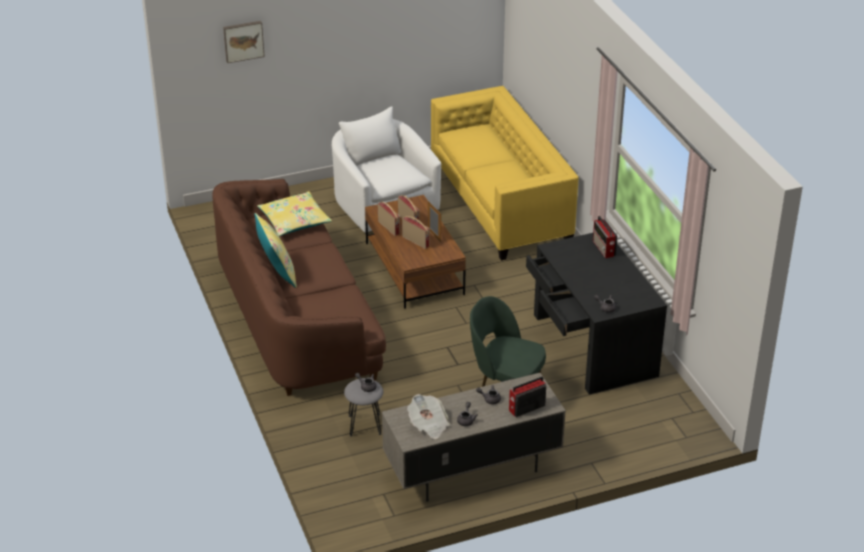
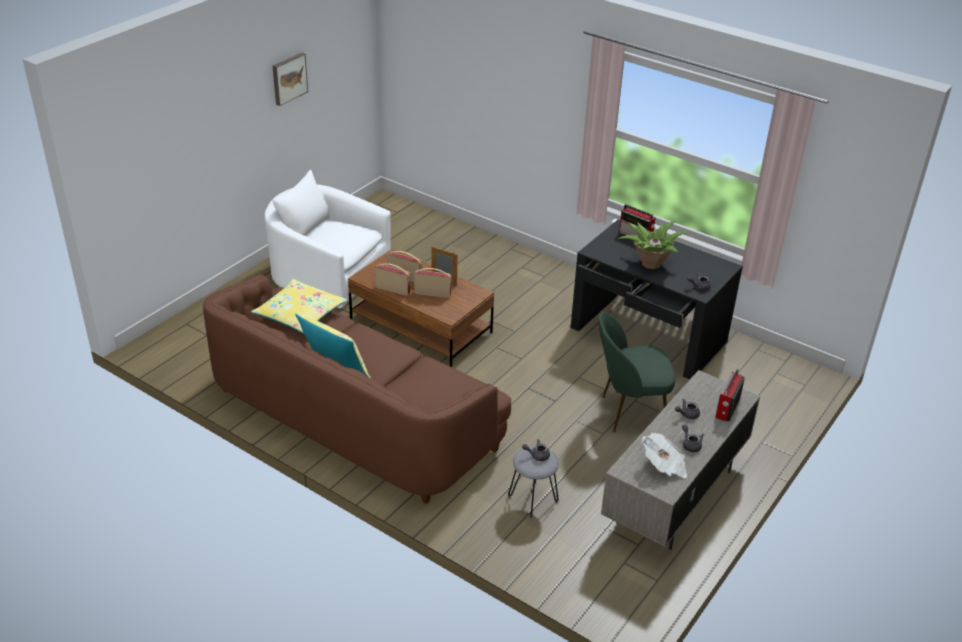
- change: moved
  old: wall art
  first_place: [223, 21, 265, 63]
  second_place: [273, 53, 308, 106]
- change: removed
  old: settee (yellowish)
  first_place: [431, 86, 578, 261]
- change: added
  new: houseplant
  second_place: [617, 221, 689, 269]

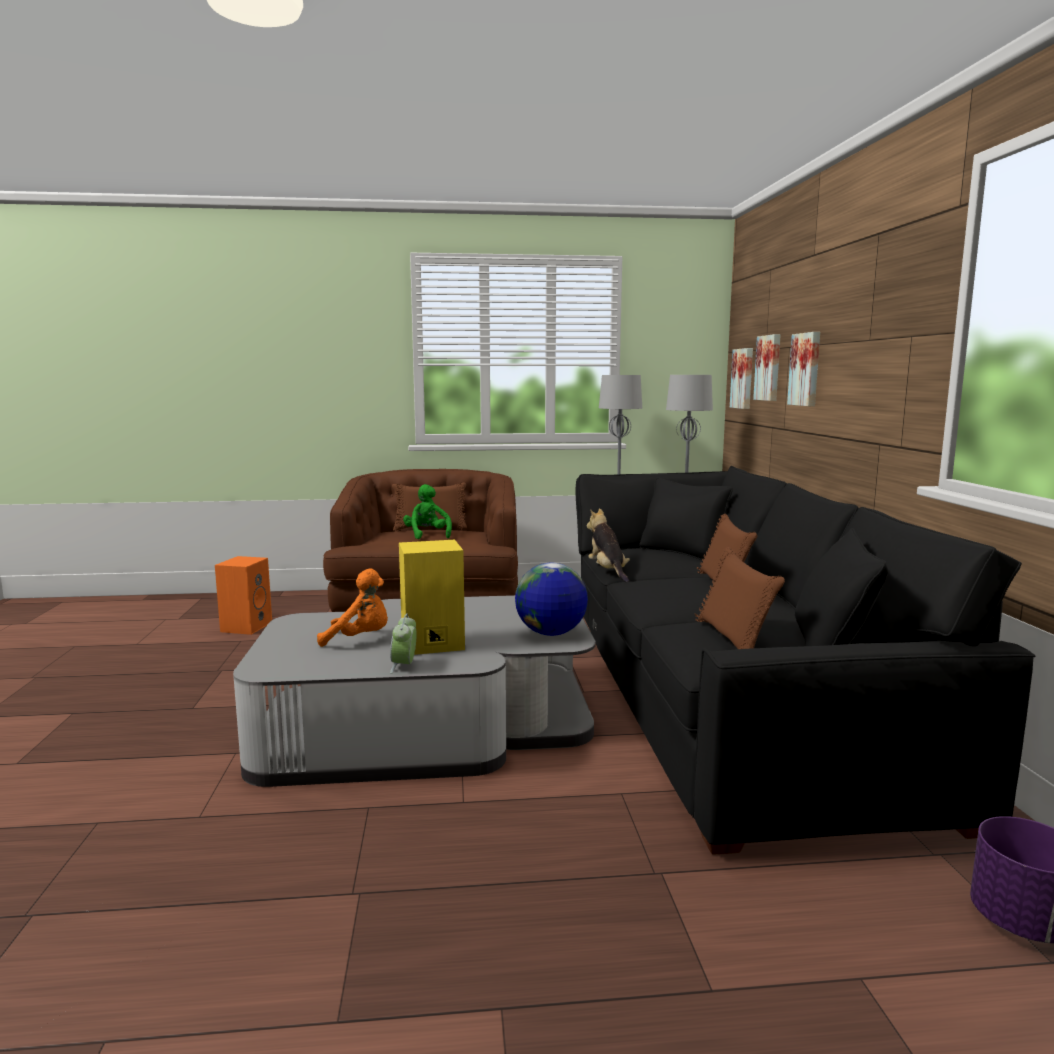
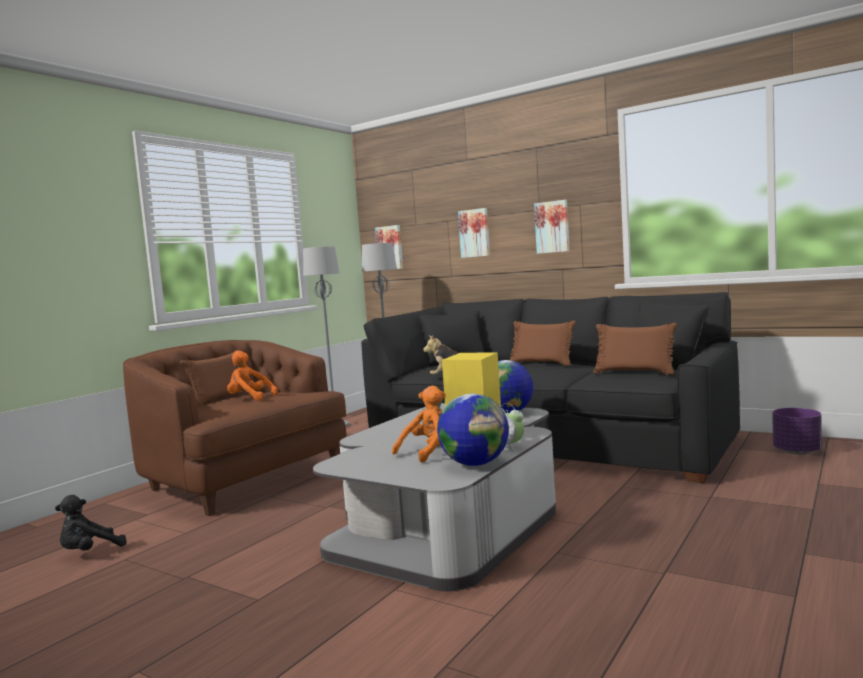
- change: replaced
  old: audio speaker (orange-coloured)
  new: soft toy (black)
  first_place: [215, 556, 272, 635]
  second_place: [55, 495, 127, 551]
- change: recoloured
  old: soft toy (greenish)
  new: soft toy (orange-coloured)
  first_place: [403, 484, 452, 539]
  second_place: [227, 351, 278, 401]
- change: moved
  old: wall art
  first_place: [753, 334, 781, 401]
  second_place: [534, 200, 570, 254]
- change: added
  new: desk globe
  second_place: [437, 394, 509, 466]

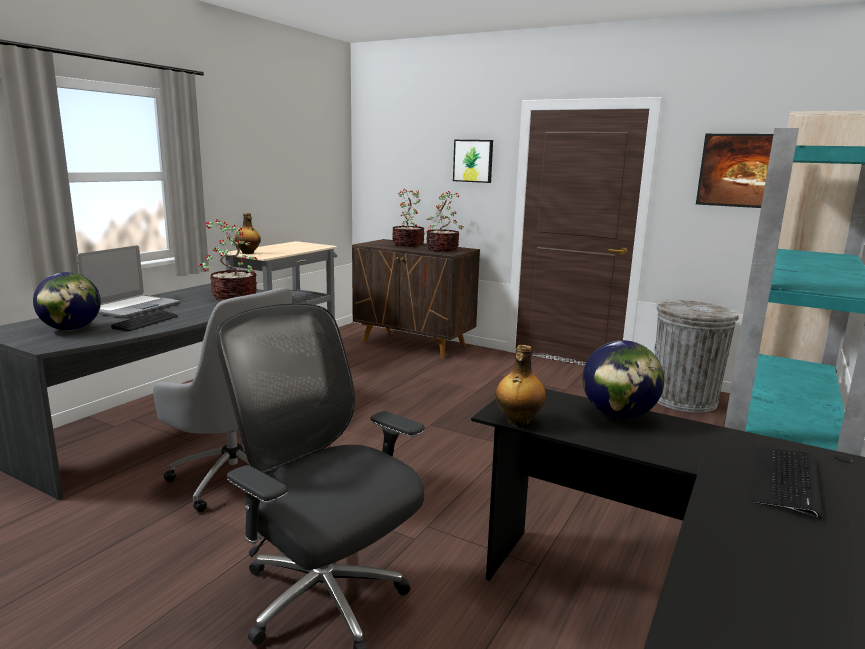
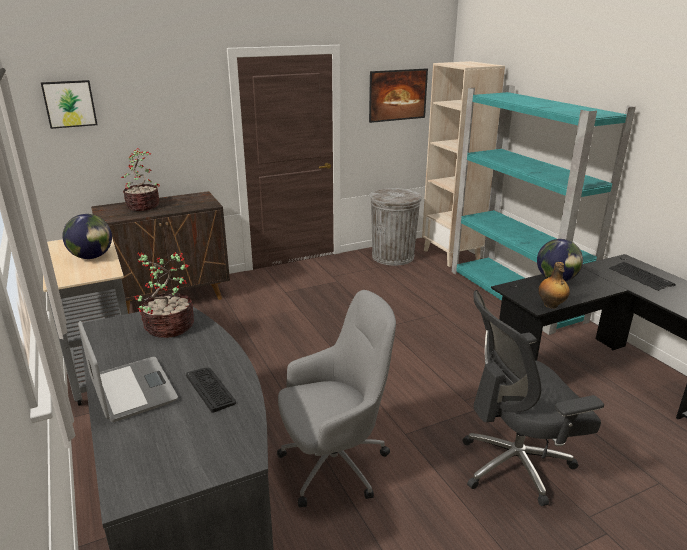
- change: moved
  old: desk globe
  first_place: [33, 272, 101, 331]
  second_place: [63, 214, 112, 259]
- change: removed
  old: bottle
  first_place: [235, 213, 261, 254]
- change: removed
  old: houseplant
  first_place: [426, 191, 463, 252]
- change: moved
  old: wall art
  first_place: [453, 140, 493, 183]
  second_place: [41, 80, 97, 129]

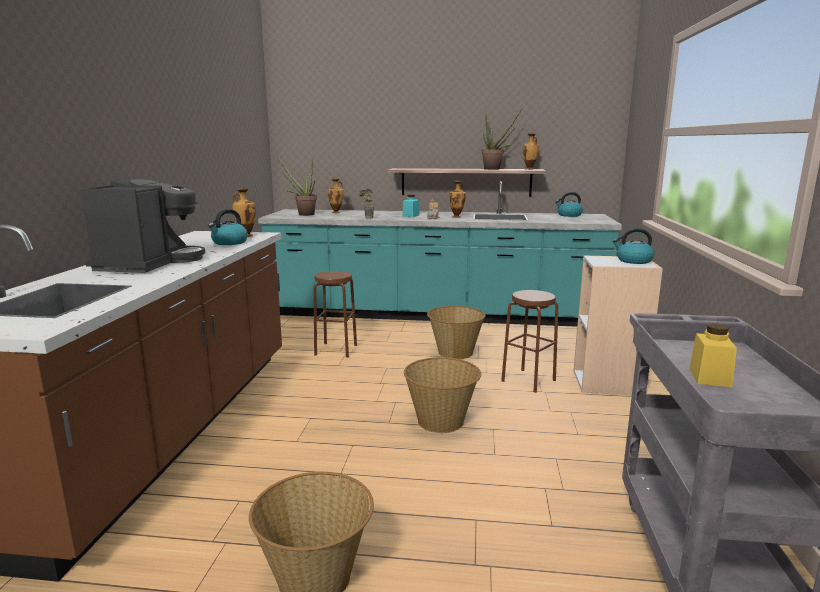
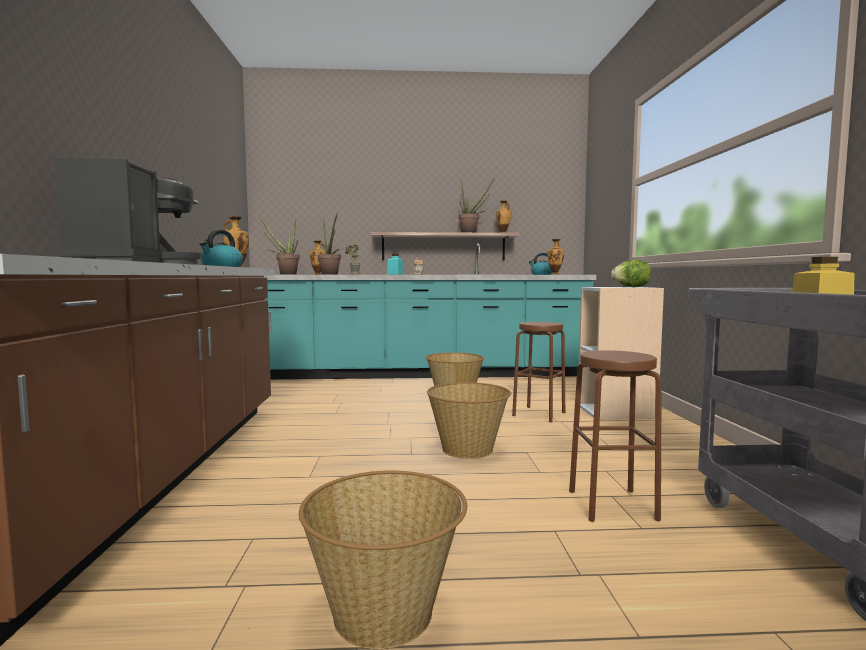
- change: moved
  old: sitting stool (brownish)
  first_place: [313, 271, 357, 357]
  second_place: [569, 350, 662, 522]
- change: moved
  old: flower vase
  first_place: [449, 181, 466, 218]
  second_place: [548, 239, 564, 275]
- change: replaced
  old: water kettle
  new: head of lettuce
  first_place: [613, 228, 654, 264]
  second_place: [611, 260, 651, 287]
- change: added
  new: houseplant
  second_place: [318, 212, 341, 275]

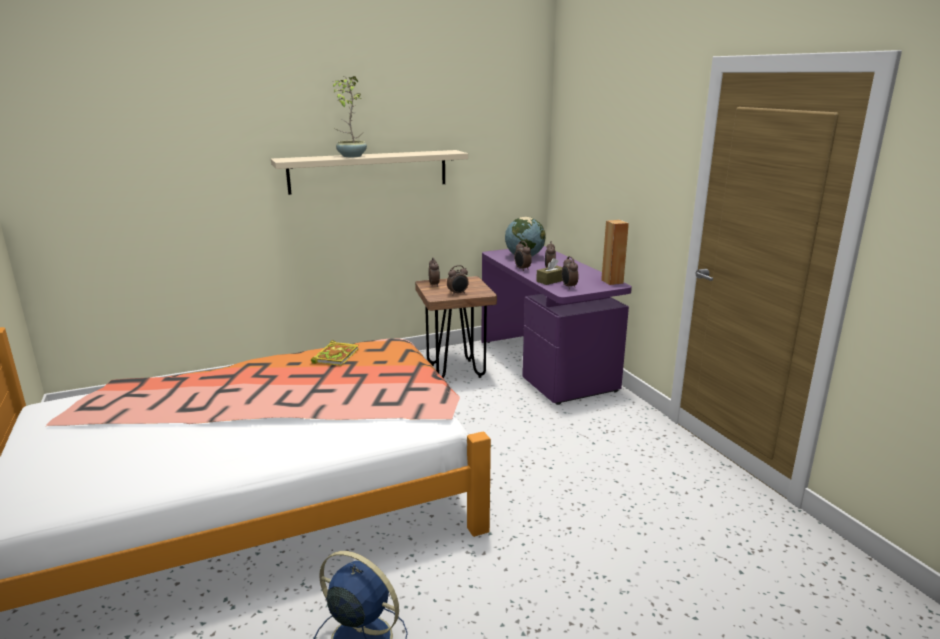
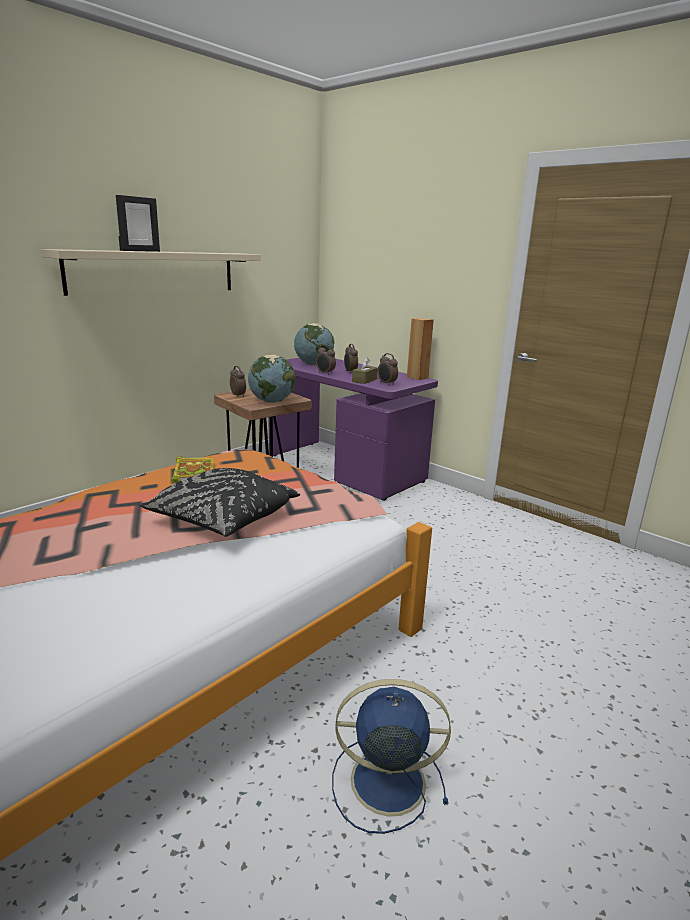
- change: replaced
  old: houseplant
  new: photo frame
  first_place: [333, 76, 367, 157]
  second_place: [116, 195, 160, 252]
- change: replaced
  old: bedside clock
  new: desk globe
  first_place: [447, 265, 469, 295]
  second_place: [248, 355, 296, 403]
- change: added
  new: throw pillow (black)
  second_place: [139, 468, 300, 537]

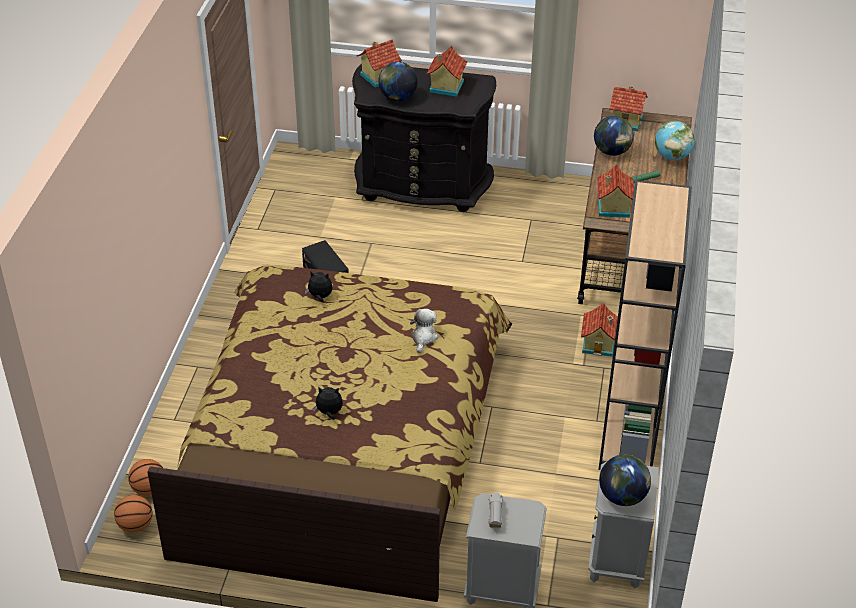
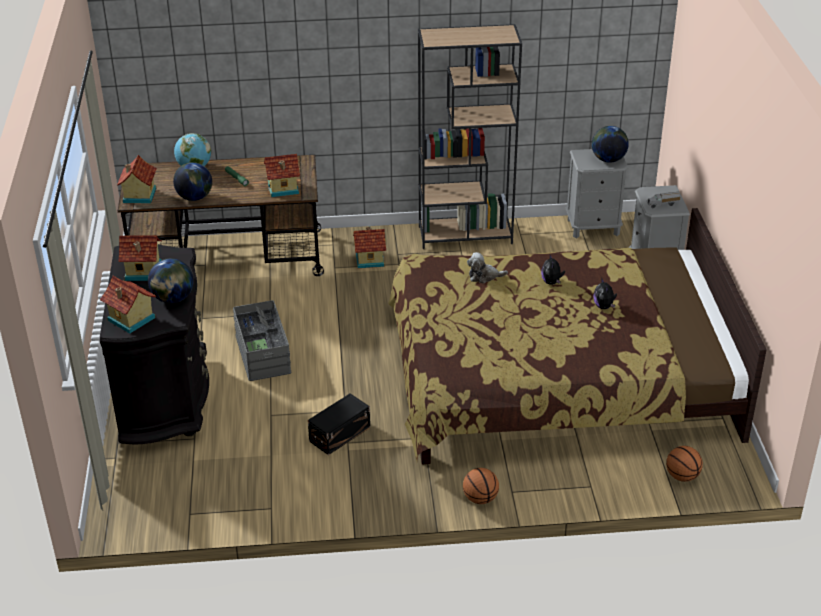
- change: moved
  old: basketball
  first_place: [114, 495, 152, 533]
  second_place: [463, 468, 499, 504]
- change: moved
  old: soft toy
  first_place: [305, 271, 332, 302]
  second_place: [541, 255, 565, 285]
- change: added
  new: storage container (greyish)
  second_place: [233, 300, 292, 381]

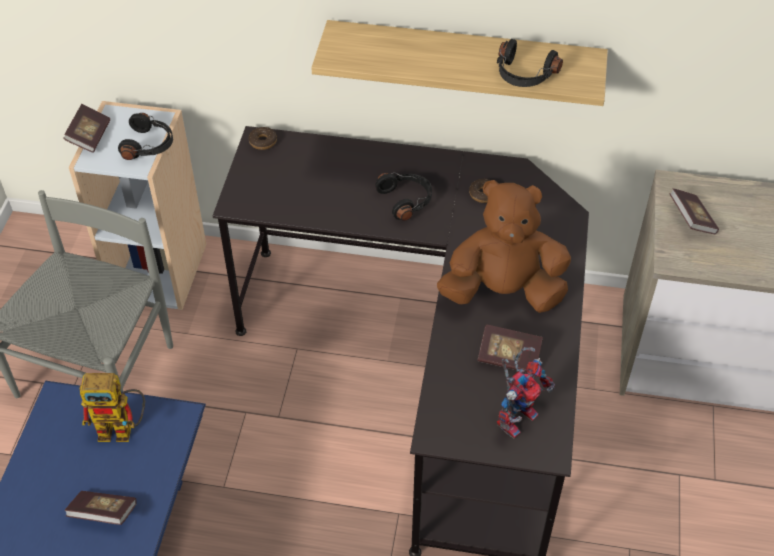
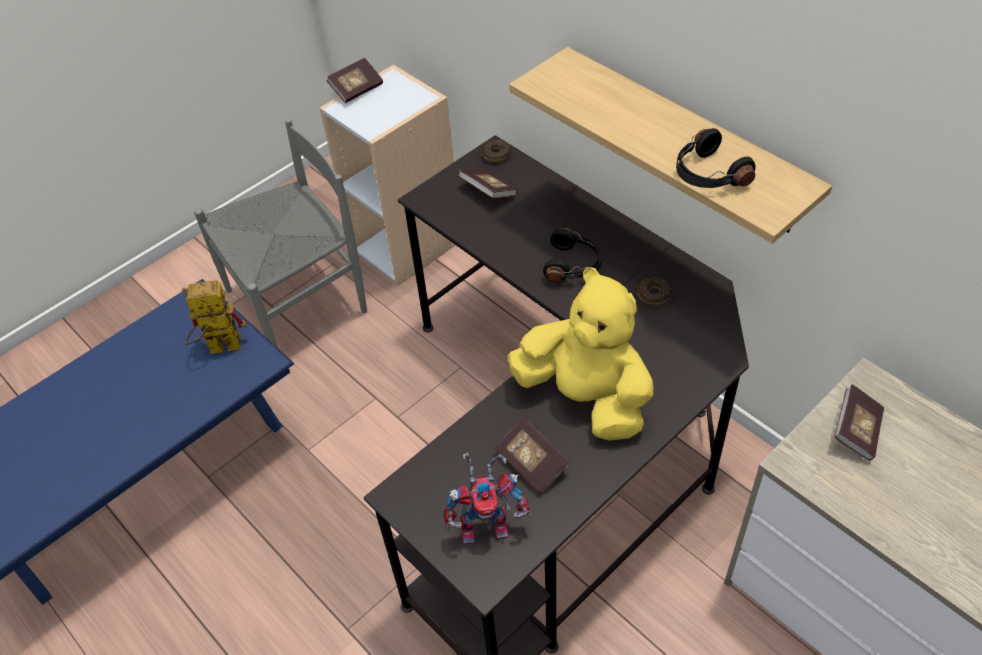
- change: moved
  old: book
  first_place: [64, 491, 137, 525]
  second_place: [458, 168, 518, 199]
- change: turned
  old: toy robot
  first_place: [80, 373, 145, 442]
  second_place: [182, 280, 247, 354]
  degrees: 135
- change: removed
  old: headphones (black)
  first_place: [118, 113, 173, 160]
- change: recoloured
  old: soft toy (brownish)
  new: soft toy (yellowish)
  first_place: [437, 180, 571, 313]
  second_place: [507, 267, 653, 441]

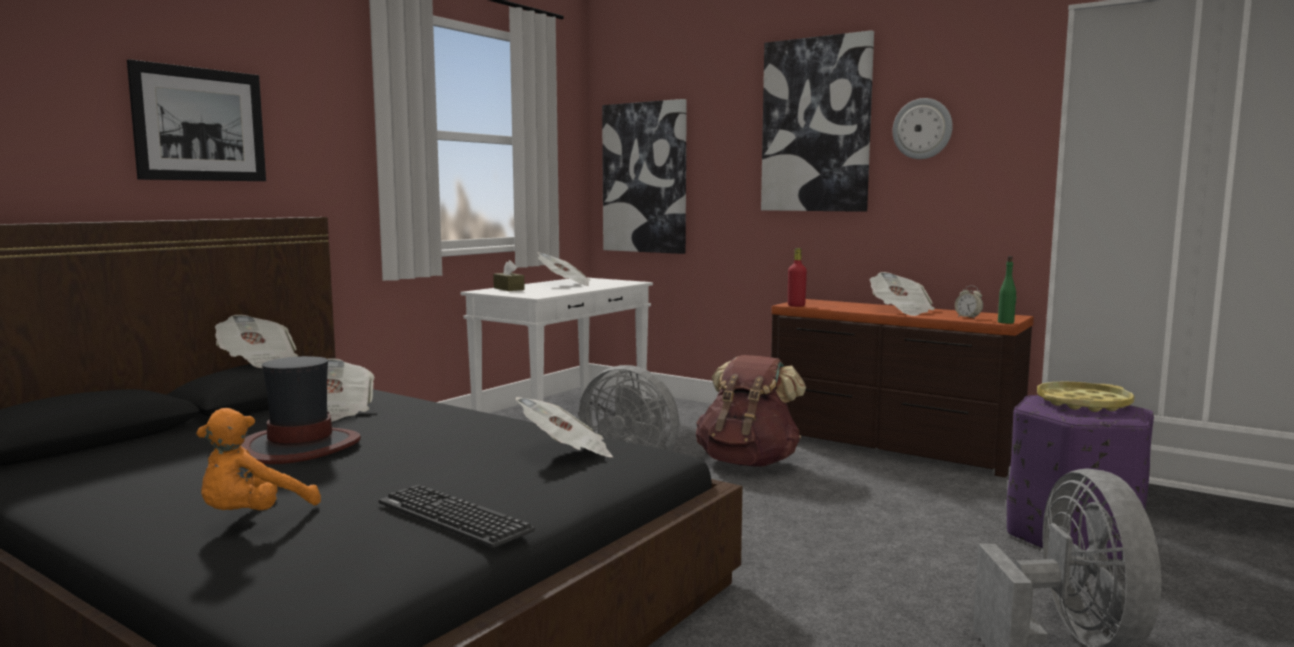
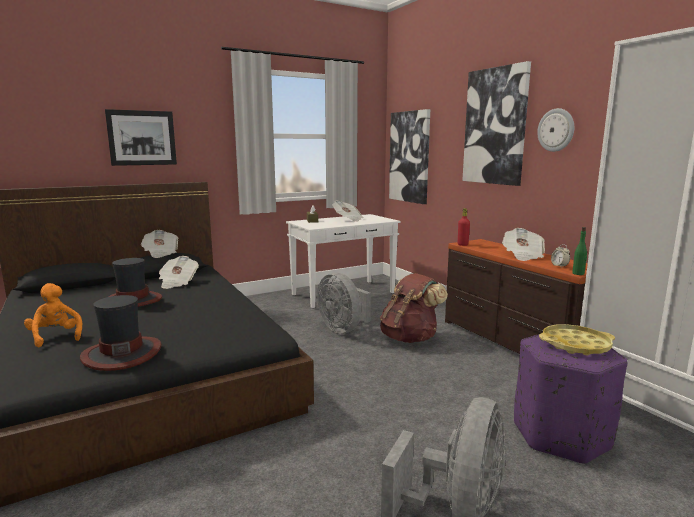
- change: turned
  old: soft toy (orange-coloured)
  first_place: [196, 408, 321, 510]
  second_place: [24, 283, 82, 347]
  degrees: 90
- change: replaced
  old: keyboard
  new: wearable hat
  first_place: [379, 485, 535, 548]
  second_place: [80, 295, 161, 371]
- change: removed
  old: newspaper
  first_place: [515, 397, 613, 457]

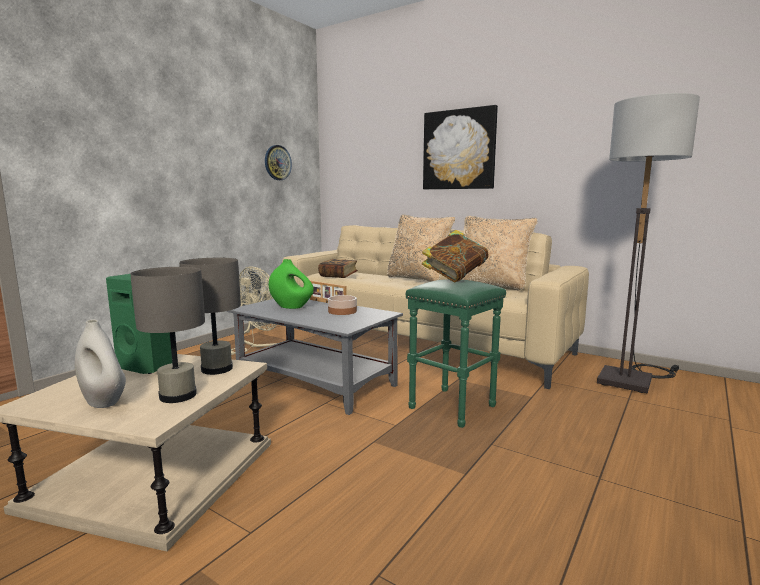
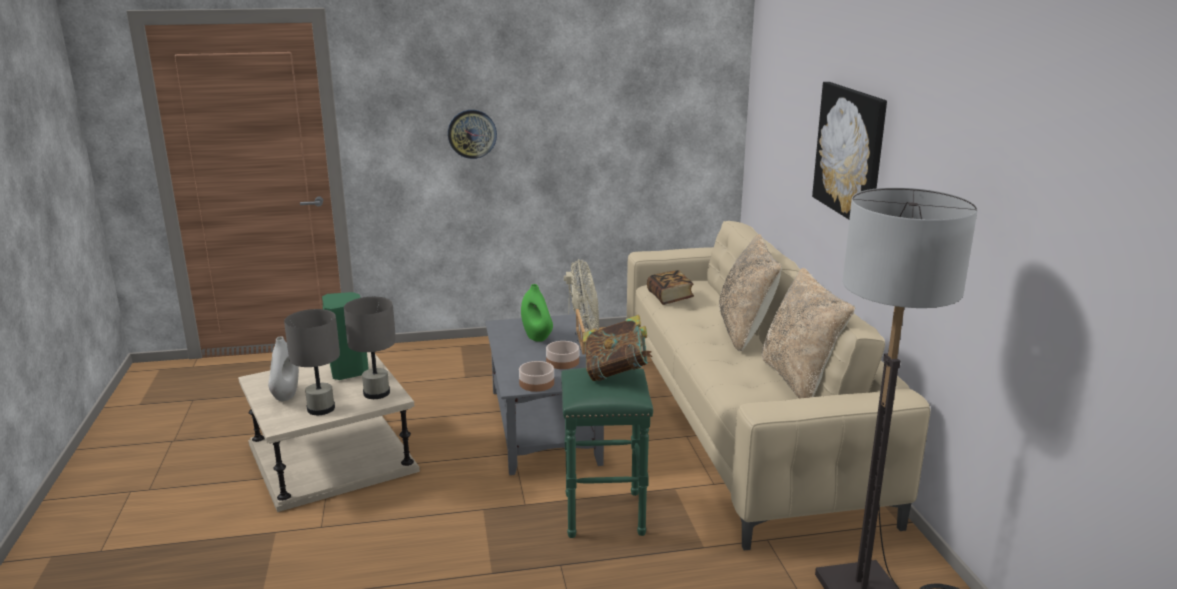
- change: moved
  old: wall clock
  first_place: [265, 145, 292, 180]
  second_place: [448, 110, 497, 159]
- change: added
  new: bowl
  second_place: [519, 361, 554, 392]

